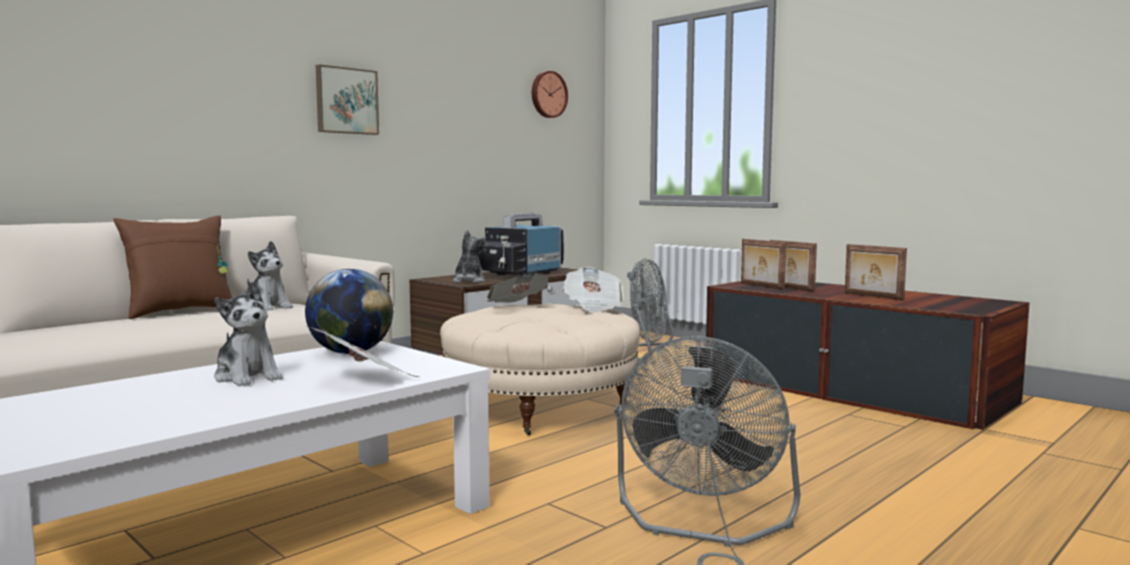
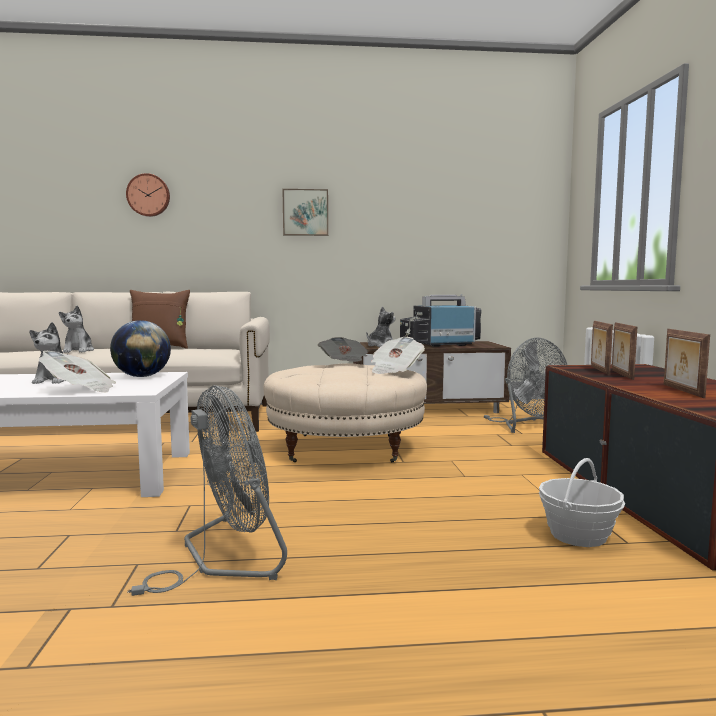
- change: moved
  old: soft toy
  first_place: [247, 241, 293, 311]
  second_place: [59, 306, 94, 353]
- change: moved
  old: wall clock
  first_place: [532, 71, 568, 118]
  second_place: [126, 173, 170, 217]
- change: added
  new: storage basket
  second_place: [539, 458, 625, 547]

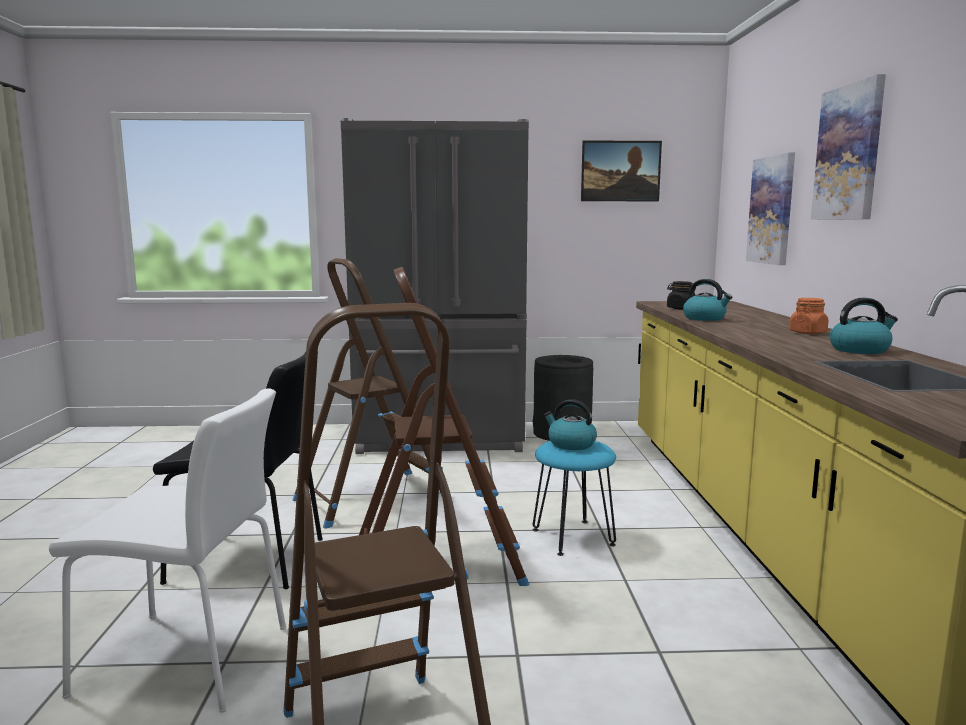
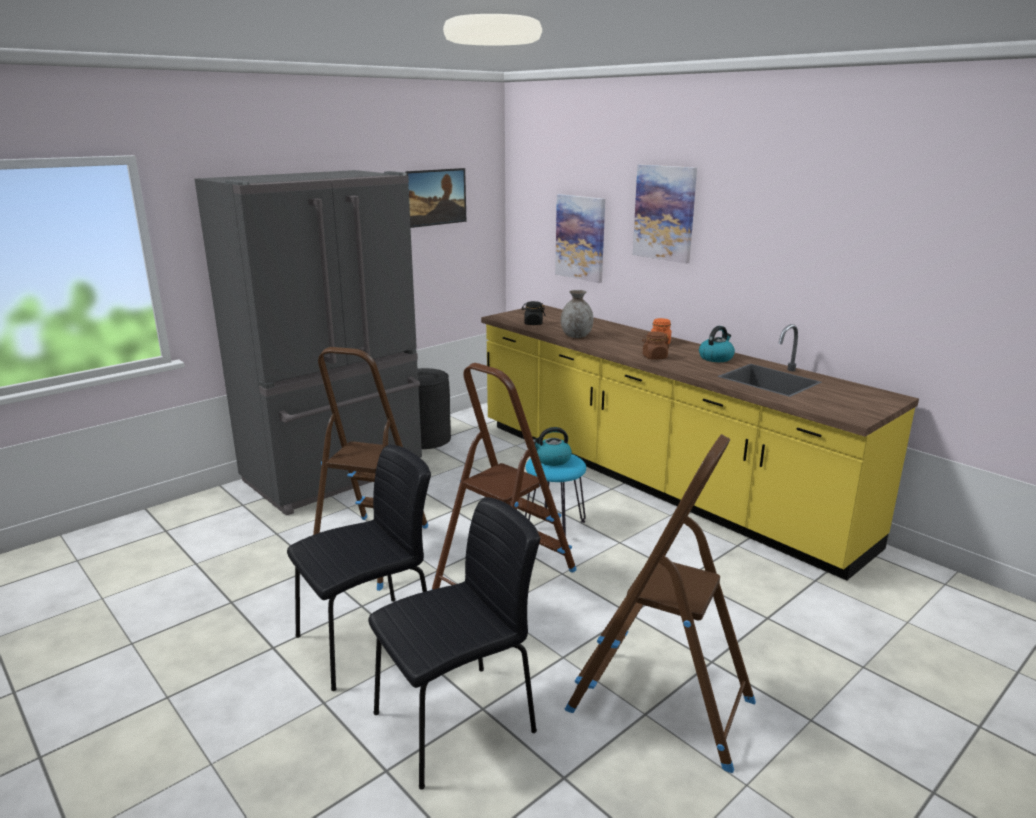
- change: recoloured
  old: plain chair (white-coloured)
  new: plain chair (black)
  first_place: [49, 388, 286, 713]
  second_place: [368, 497, 540, 790]
- change: replaced
  old: water kettle
  new: flower vase (greyish)
  first_place: [683, 279, 732, 321]
  second_place: [561, 290, 593, 338]
- change: added
  new: jar (brownish)
  second_place: [642, 331, 669, 359]

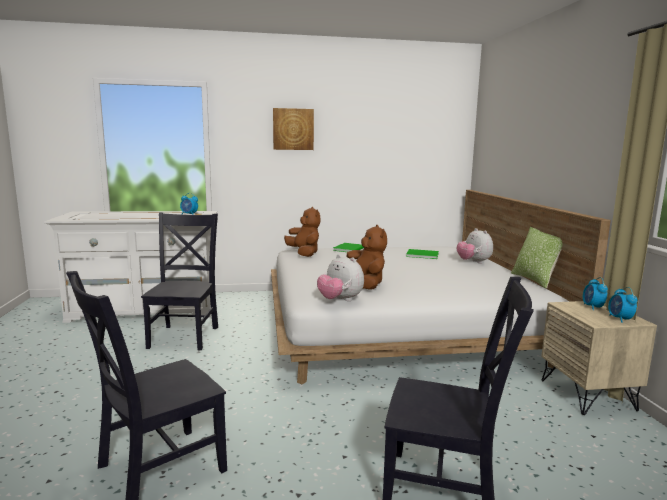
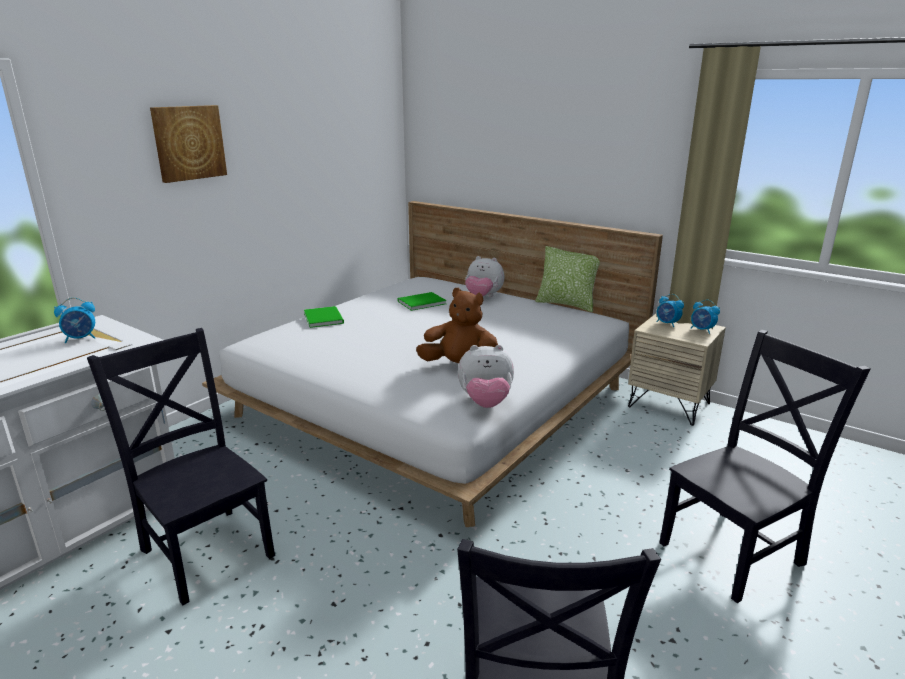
- change: removed
  old: soft toy (brownish)
  first_place: [284, 207, 321, 257]

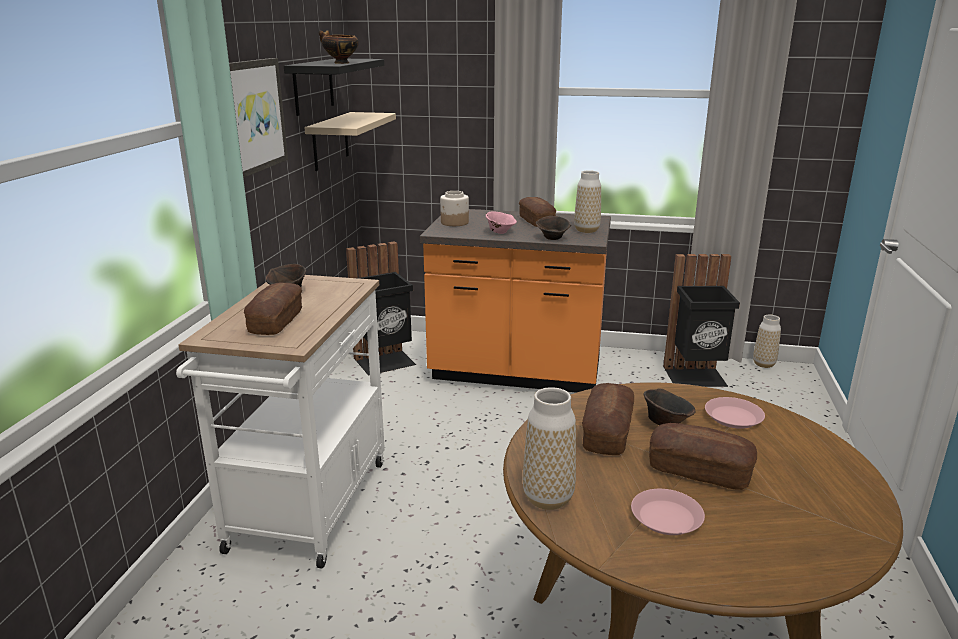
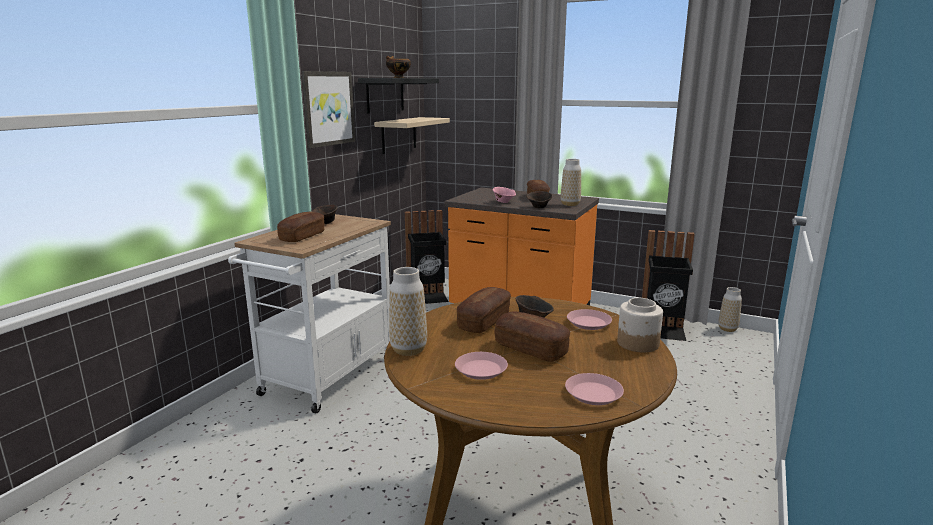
- change: moved
  old: jar
  first_place: [440, 191, 469, 226]
  second_place: [617, 298, 663, 352]
- change: added
  new: dinner plate (pinkish)
  second_place: [565, 373, 624, 405]

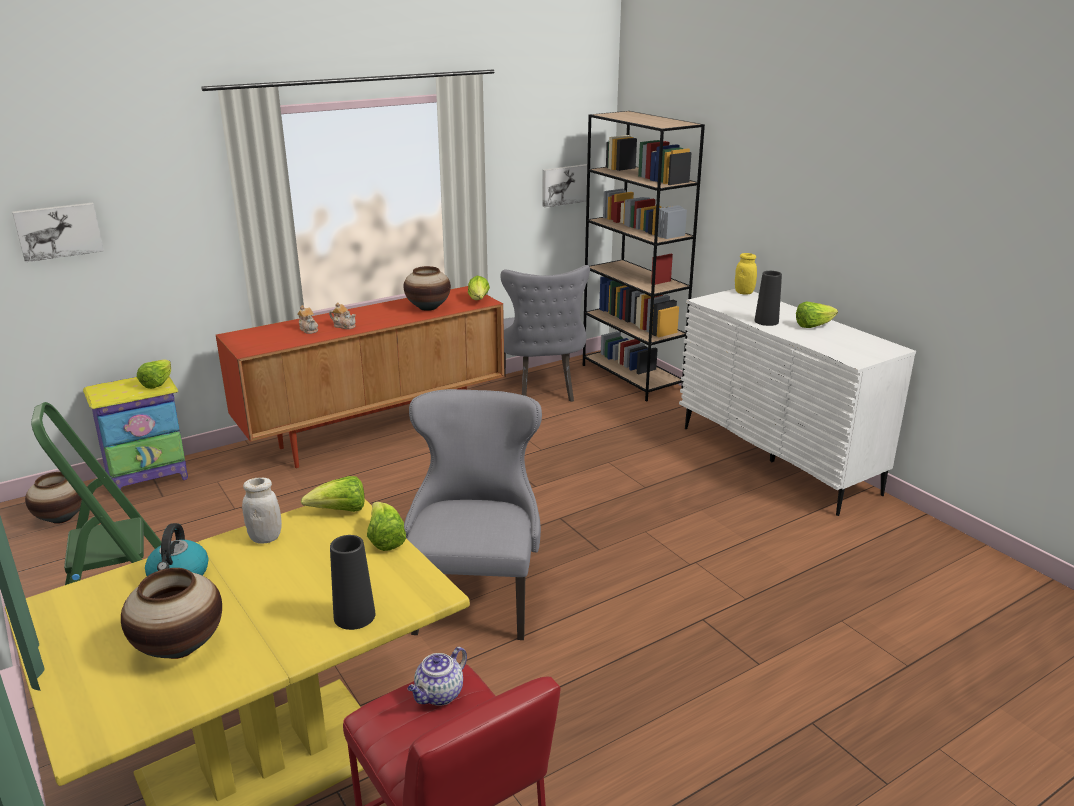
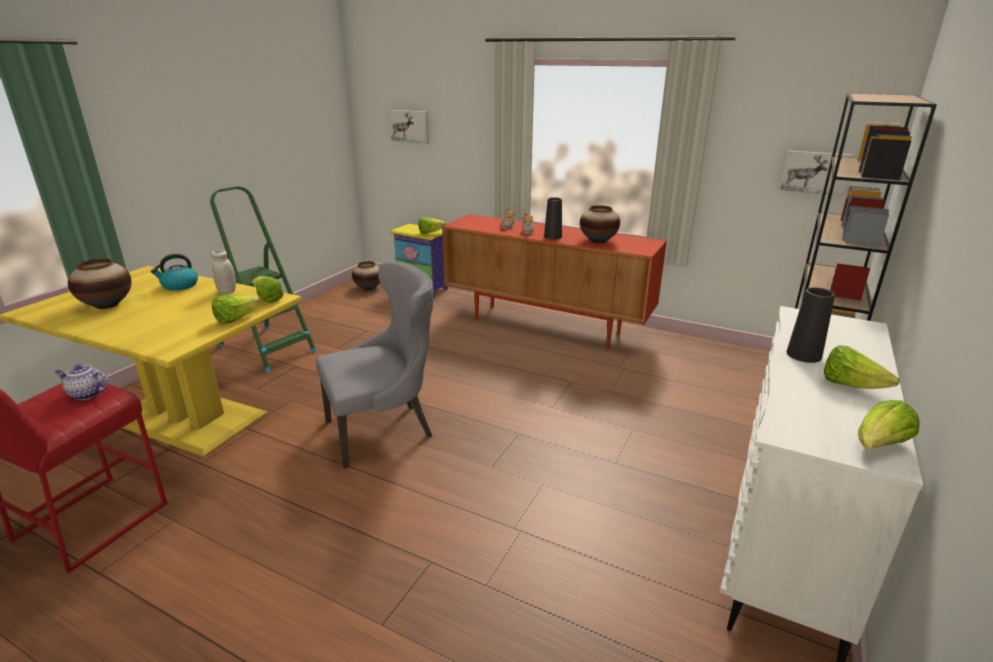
- change: moved
  old: flower vase (black)
  first_place: [330, 535, 375, 630]
  second_place: [544, 197, 562, 239]
- change: moved
  old: head of lettuce
  first_place: [468, 276, 490, 300]
  second_place: [858, 400, 920, 449]
- change: removed
  old: plain chair (greyish)
  first_place: [501, 265, 590, 402]
- change: removed
  old: jar (yellowish)
  first_place: [735, 253, 757, 295]

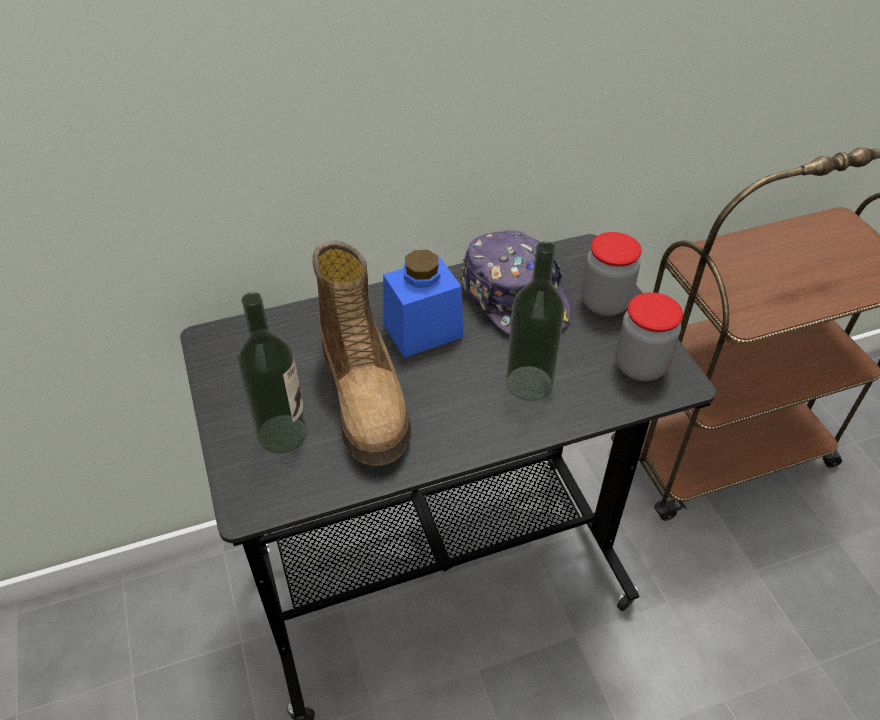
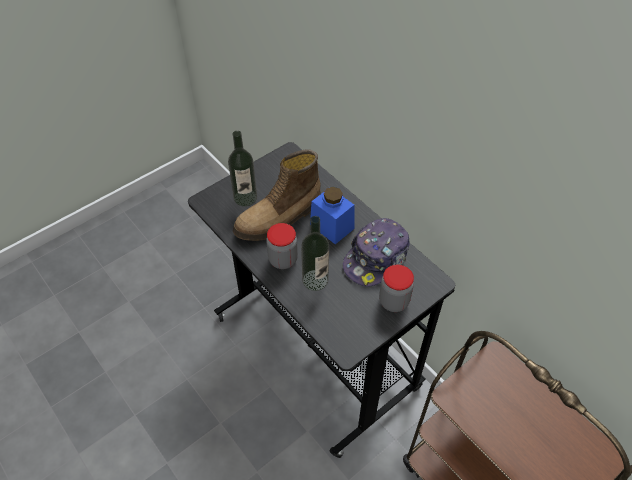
- change: moved
  old: jar
  first_place: [616, 292, 683, 381]
  second_place: [266, 223, 298, 269]

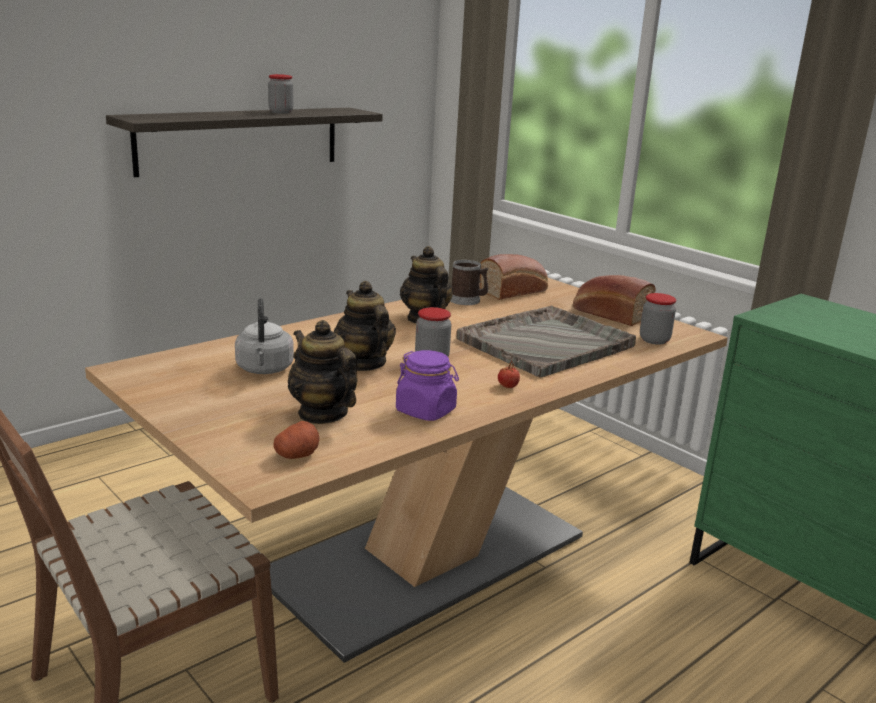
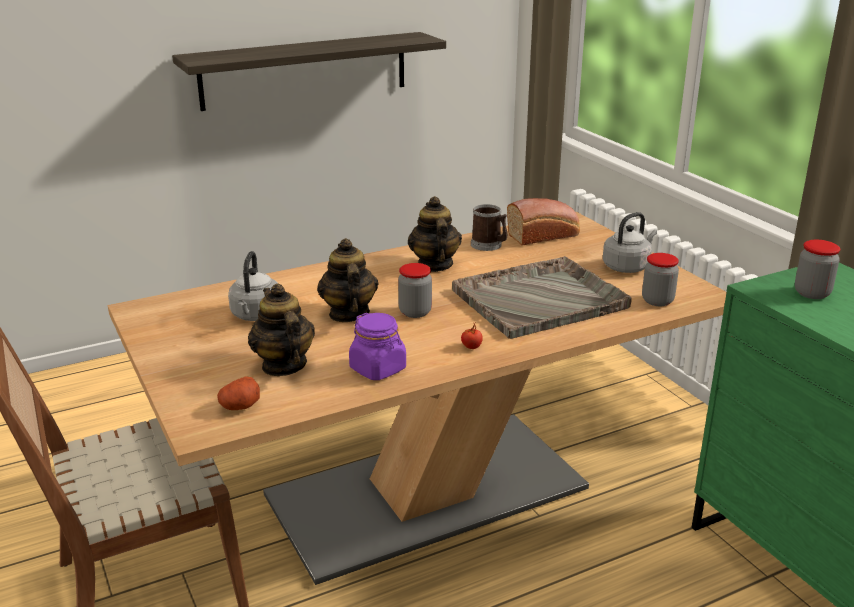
- change: moved
  old: jar
  first_place: [268, 74, 293, 114]
  second_place: [795, 240, 840, 299]
- change: replaced
  old: bread
  new: water kettle (greyish)
  first_place: [573, 275, 656, 326]
  second_place: [603, 212, 657, 273]

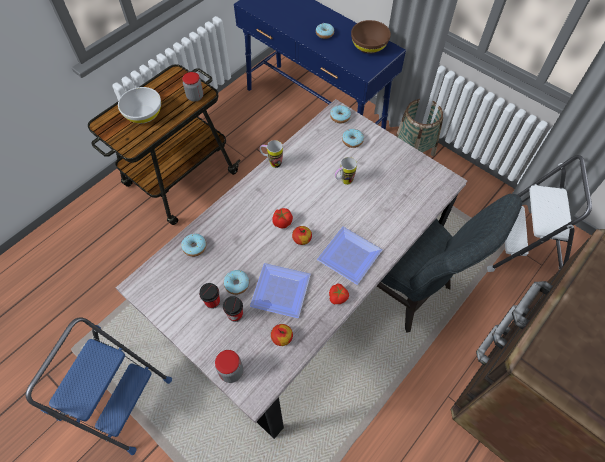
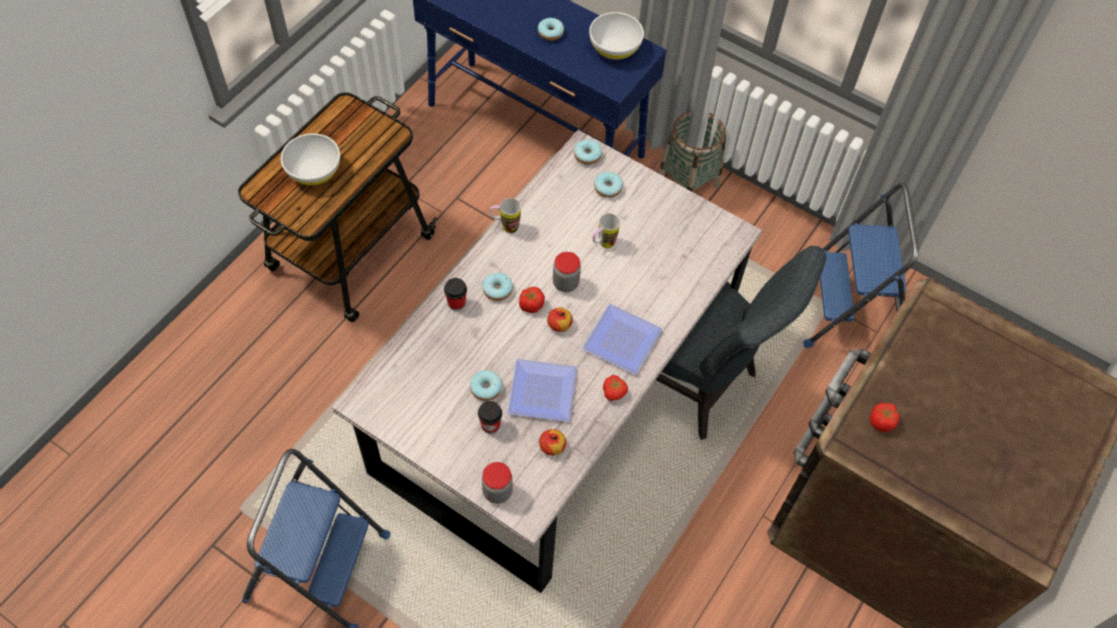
- change: moved
  old: doughnut
  first_place: [181, 234, 206, 257]
  second_place: [482, 272, 513, 301]
- change: moved
  old: jar
  first_place: [182, 72, 204, 102]
  second_place: [553, 252, 581, 292]
- change: moved
  old: cup
  first_place: [199, 283, 220, 309]
  second_place: [444, 278, 467, 311]
- change: recoloured
  old: bowl (brownish)
  new: bowl (white-coloured)
  first_place: [351, 20, 391, 54]
  second_place: [589, 12, 644, 60]
- change: recoloured
  old: step ladder (white-coloured)
  new: step ladder (blue)
  first_place: [487, 155, 592, 272]
  second_place: [803, 183, 919, 348]
- change: added
  new: fresh tomato
  second_place: [870, 403, 899, 432]

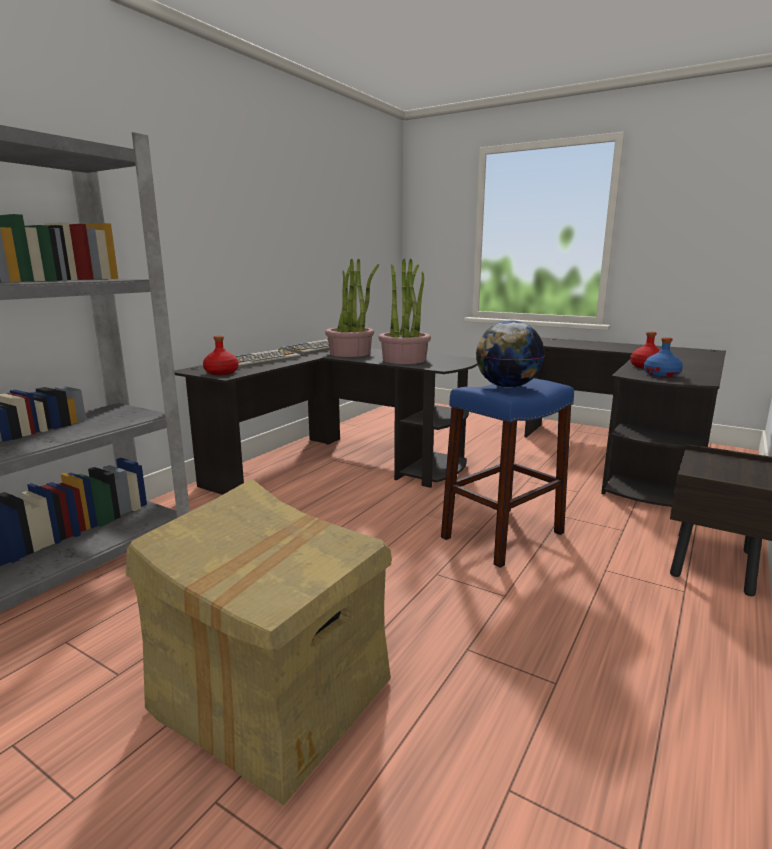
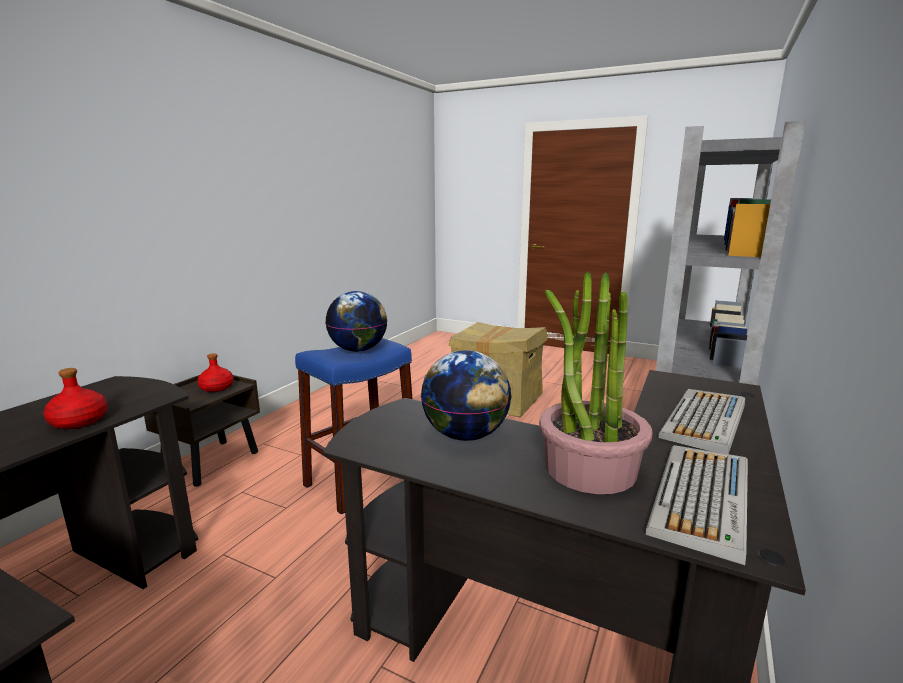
- change: moved
  old: bottle (red)
  first_place: [203, 336, 239, 375]
  second_place: [197, 353, 234, 392]
- change: replaced
  old: houseplant
  new: desk globe
  first_place: [378, 259, 431, 364]
  second_place: [421, 350, 512, 441]
- change: removed
  old: bottle (blue)
  first_place: [644, 337, 683, 378]

